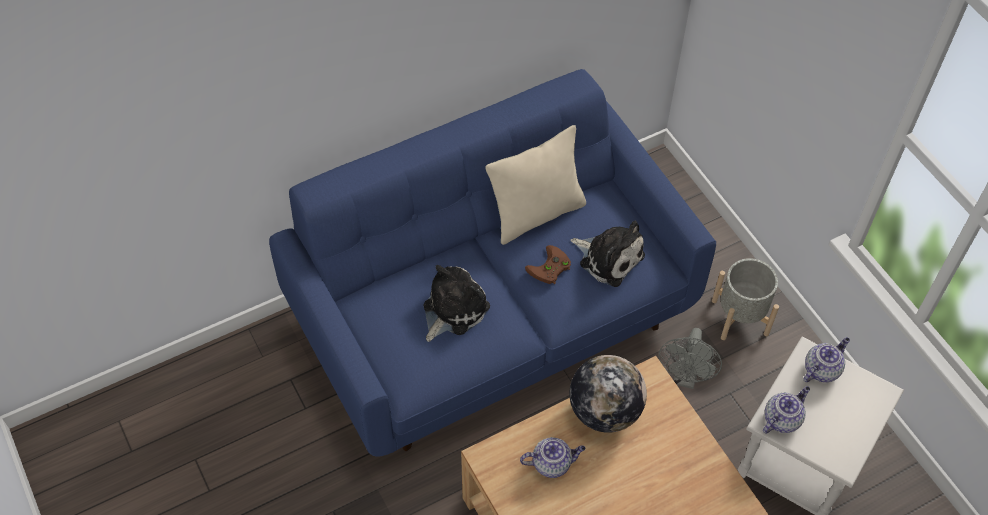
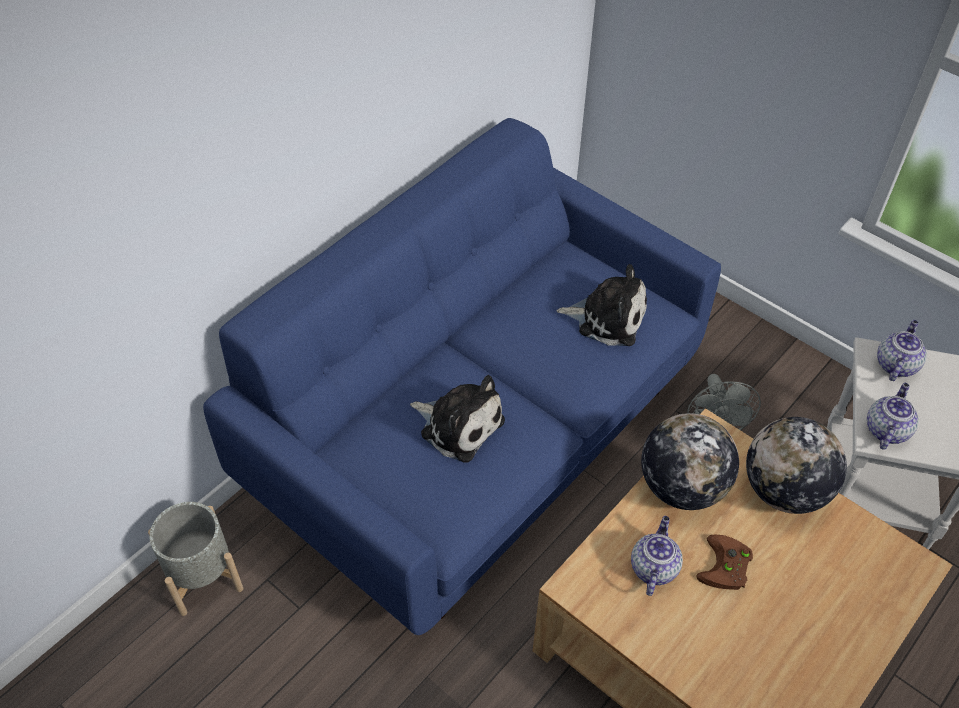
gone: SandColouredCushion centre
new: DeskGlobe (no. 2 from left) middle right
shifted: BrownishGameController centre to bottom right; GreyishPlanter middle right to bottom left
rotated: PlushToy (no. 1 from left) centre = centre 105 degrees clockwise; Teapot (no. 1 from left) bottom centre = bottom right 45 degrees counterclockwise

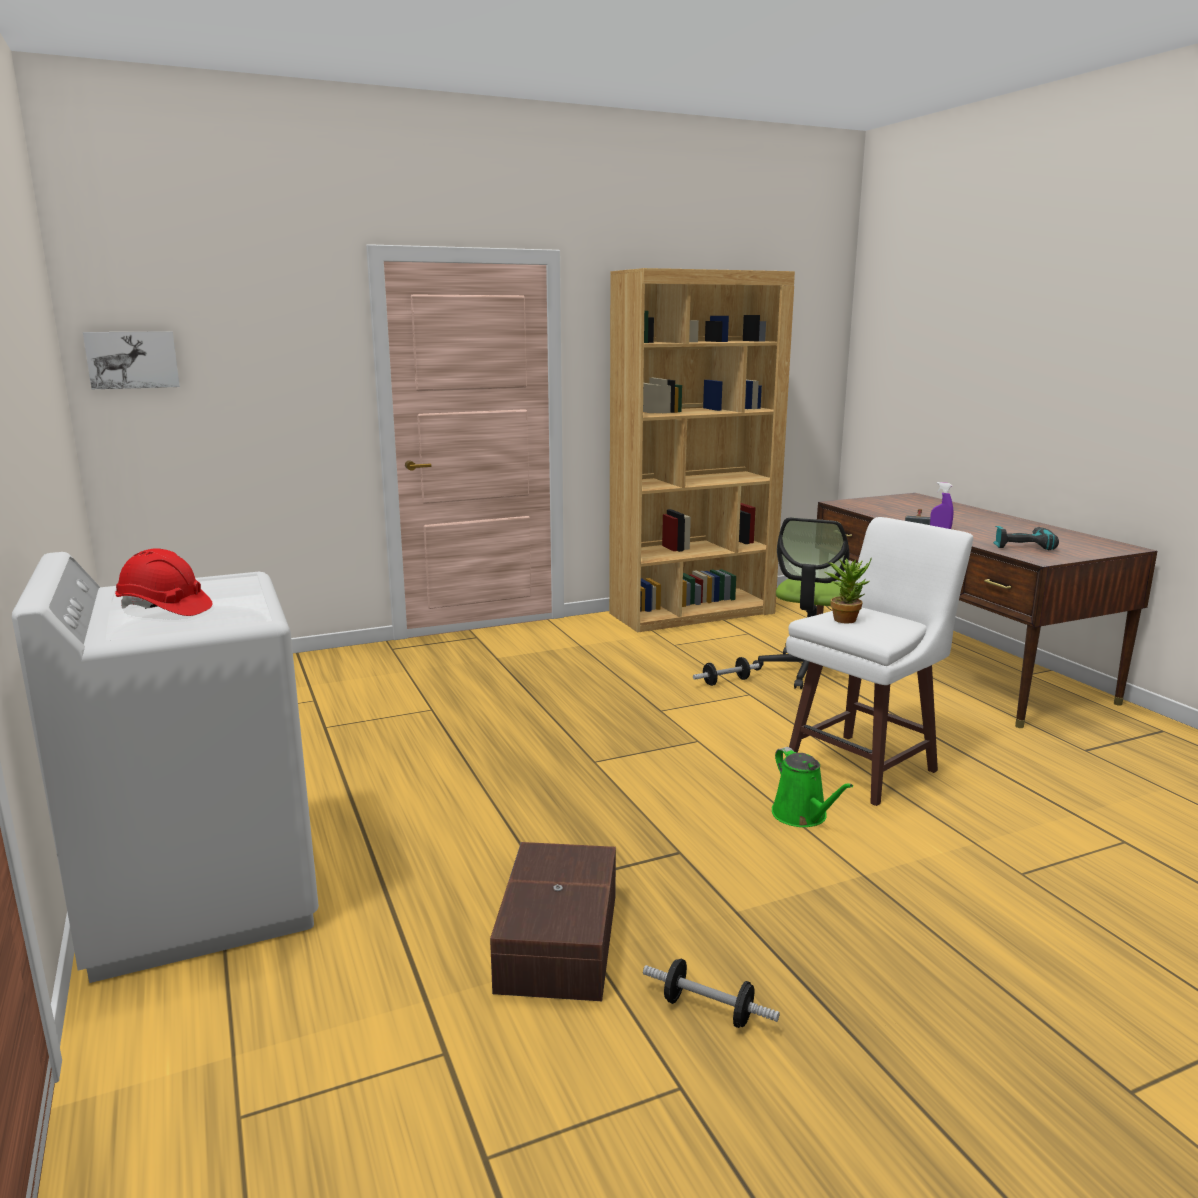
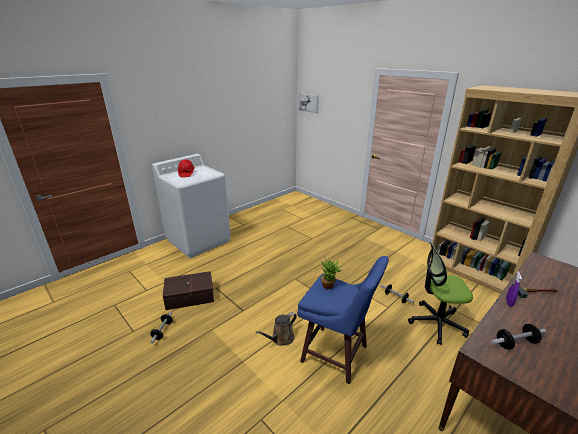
swapped: ElectricDrill middle right to FreeWeight (no. 3 from left) bottom right
repainted: WhitishSittingStool middle right to BlueColouredSittingStool bottom centre; GreenSprinklingCan middle right to BrownishSprinklingCan bottom centre

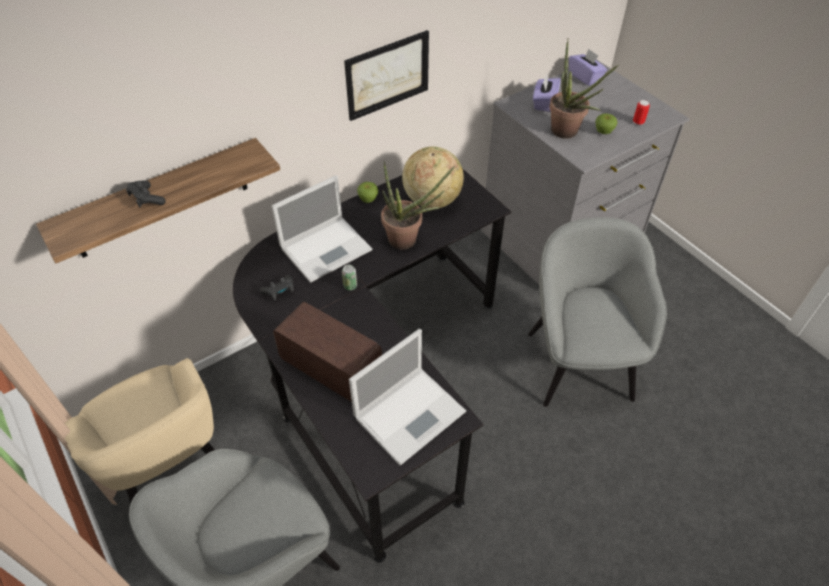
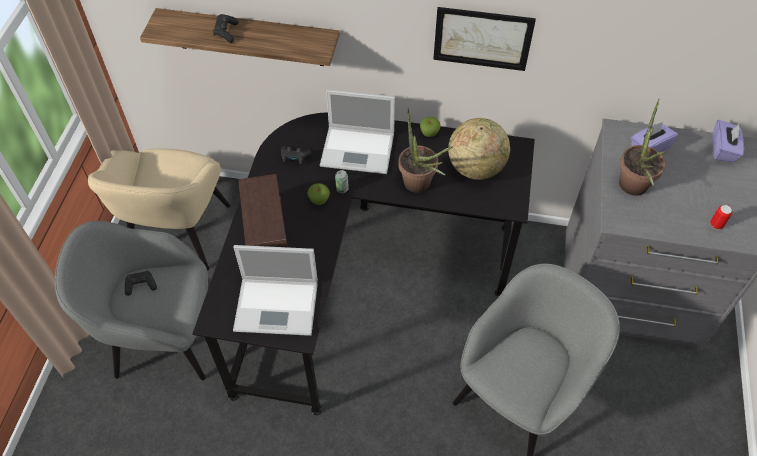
new: BlackishGameController (no. 1 from left) middle left
shifted: Apple (no. 2 from left in the first image) top right to Apple (no. 1 from left) centre

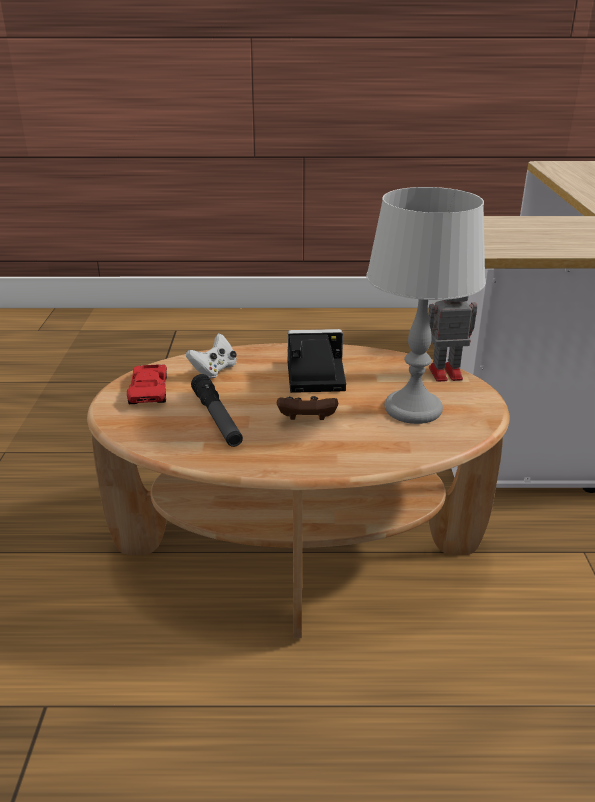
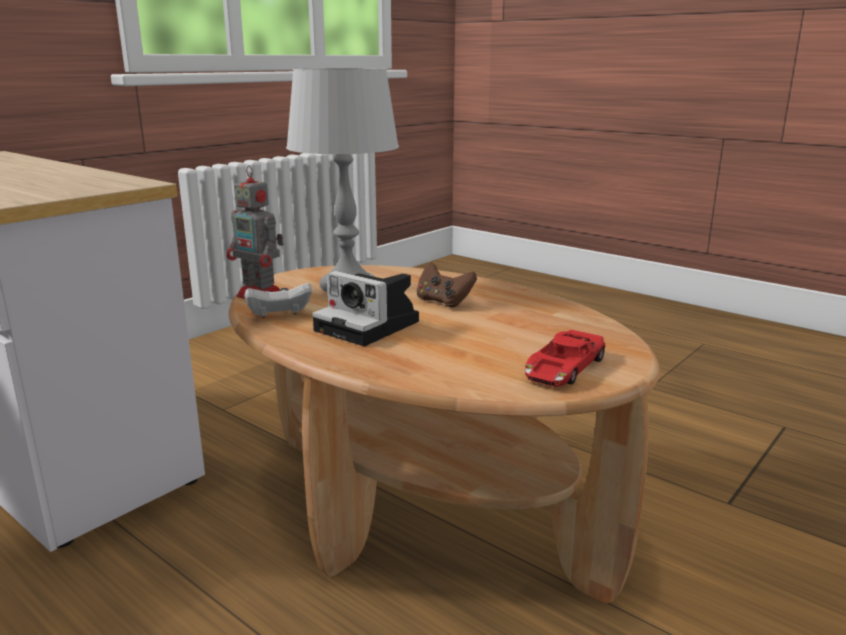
gone: Torch centre
shifted: WhitishGameController centre to middle left

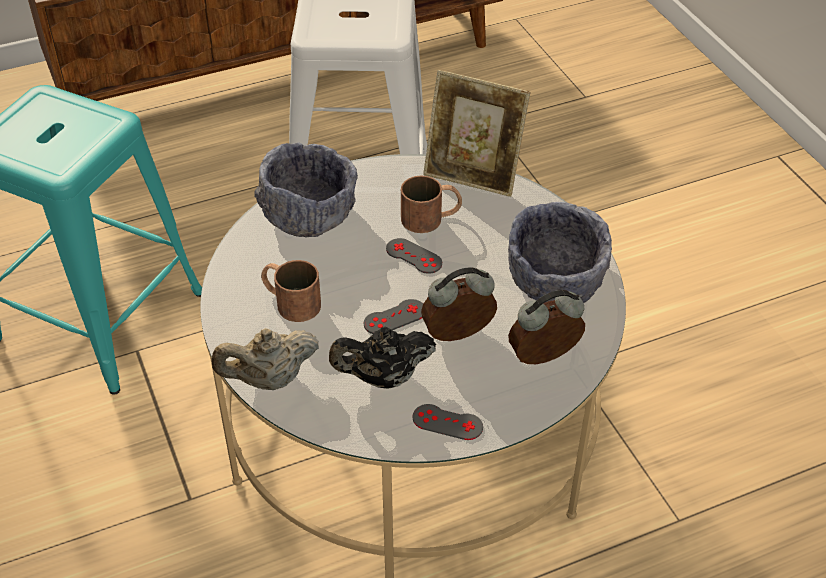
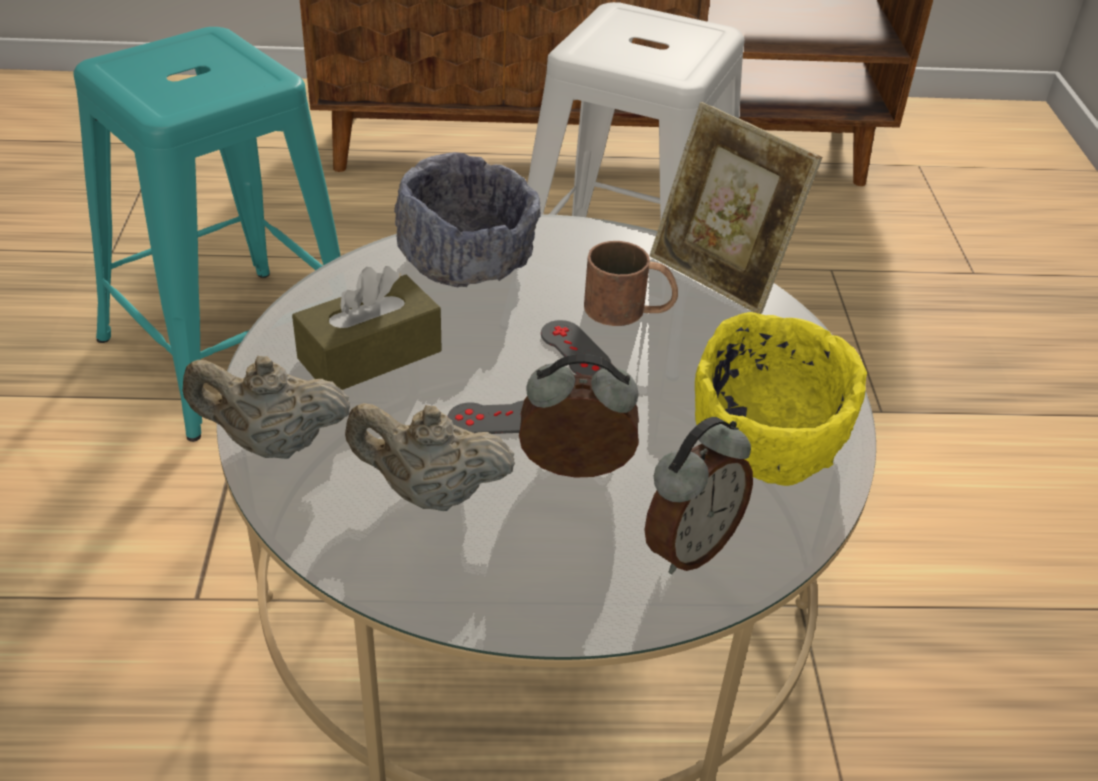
gone: GreyishGameController (no. 3 from left) bottom centre
swapped: BrownishTeaMug (no. 1 from left) centre to BrownishTissueHolder centre
repainted: GreyishBowl (no. 2 from left) middle right to YellowColouredBowl middle right; BlackishTeapot centre to SandColouredTeapot (no. 2 from left) centre
rotated: TableClock (no. 2 from left) centre = centre 135 degrees clockwise

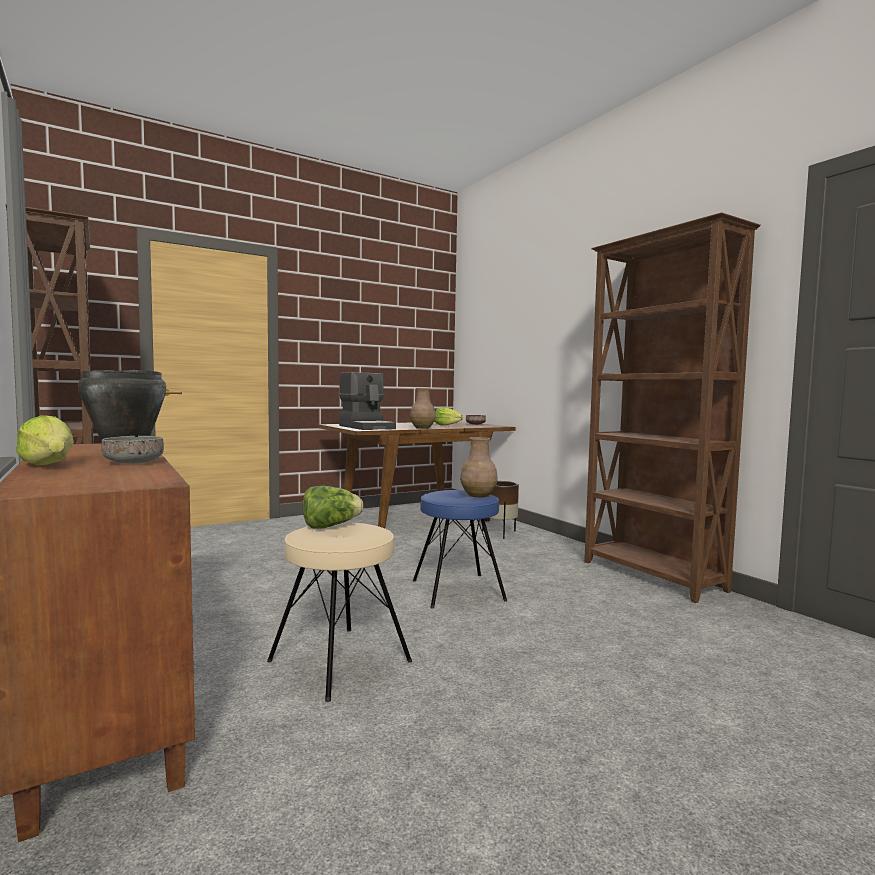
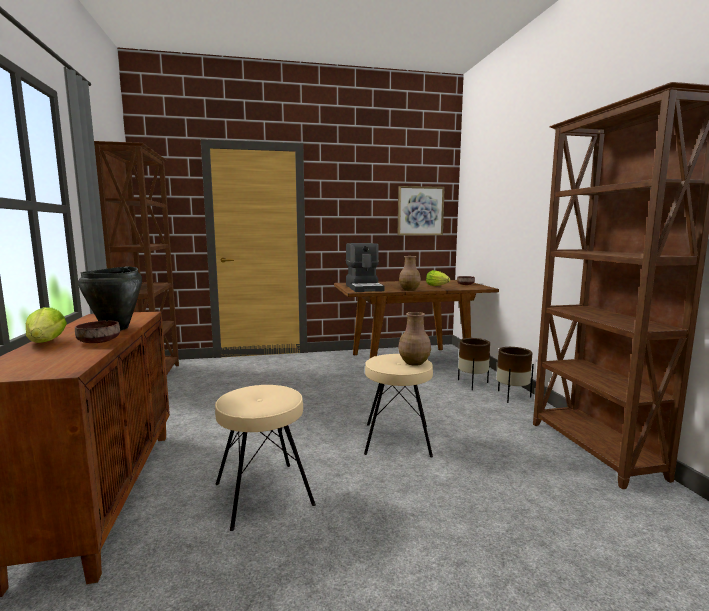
gone: LettuceHead (no. 2 from left) centre
new: WallPicture centre; BrownishPlanter (no. 2 from left) middle right
repainted: GreyishBowl middle left to BrownishBowl (no. 1 from left) middle left; BlueColouredSittingStool centre to SandColouredSittingStool (no. 2 from left) centre

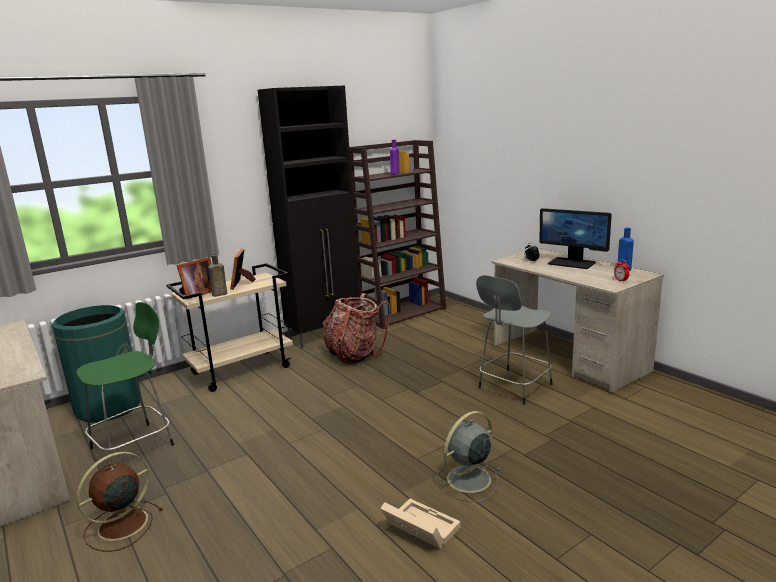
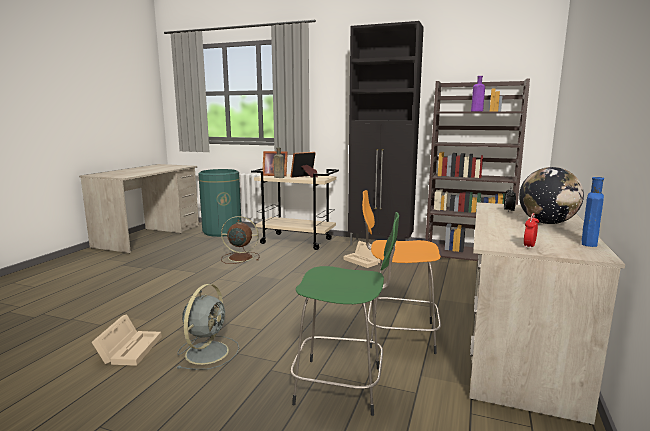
shifted: GreenSittingStool middle left to bottom centre; BrownishFan bottom left to centre
swapped: ComputerDisplay middle right to DeskGlobe middle right; Backpack centre to SandColouredStorageBin (no. 2 from left) centre
repainted: GreyishSittingStool centre to OrangeySittingStool centre
rotated: GreyishFan bottom centre = bottom left 90 degrees clockwise

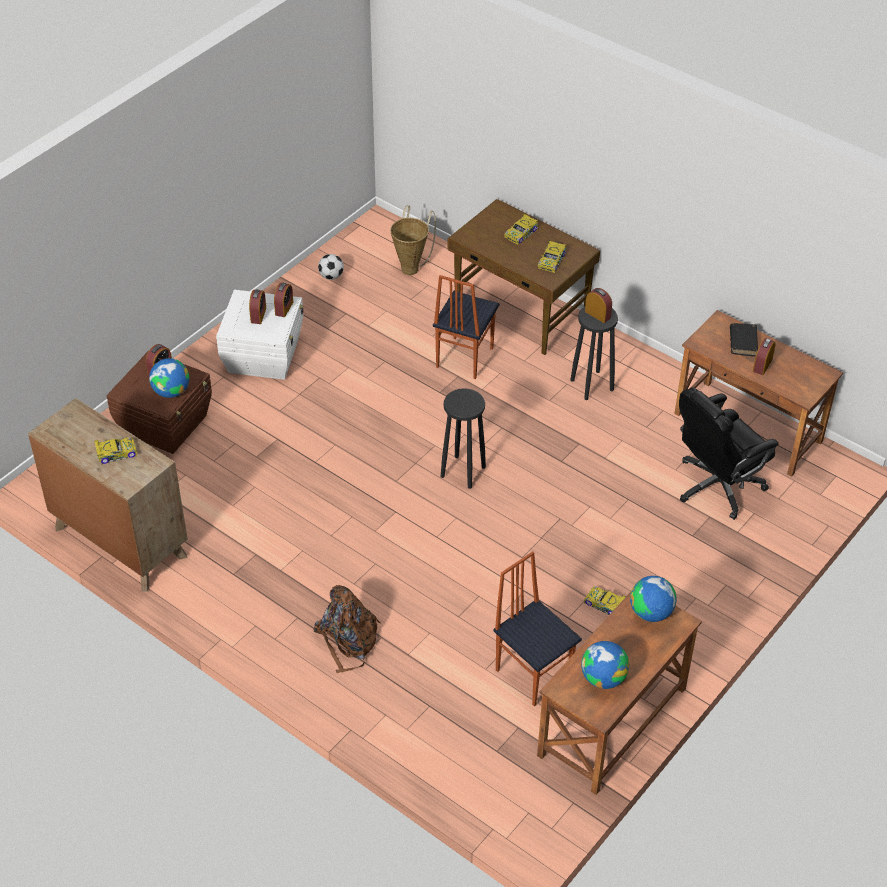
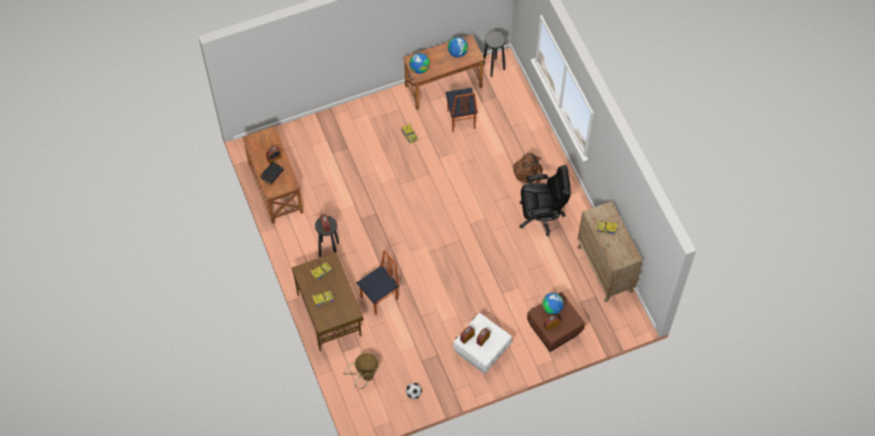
shifted: BlackishDeskChair middle right to centre; BlackishSittingStool (no. 1 from left in the first image) centre to BlackishSittingStool (no. 2 from left) top centre

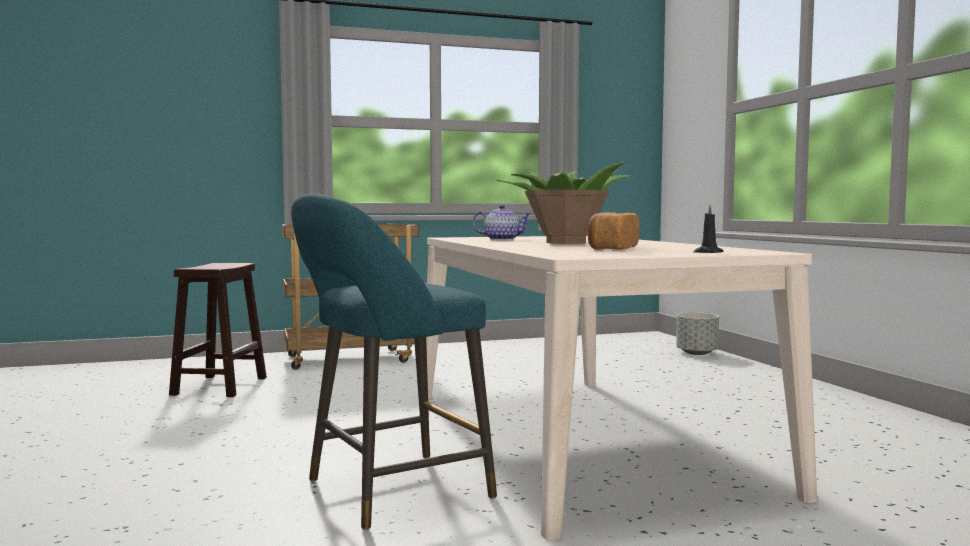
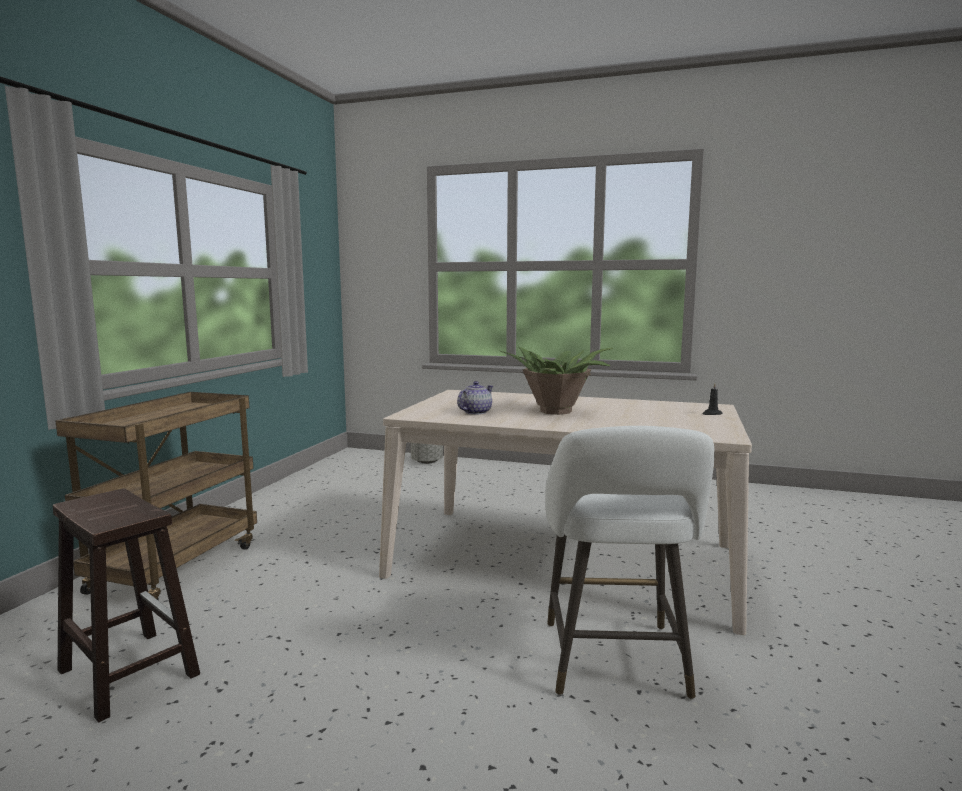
gone: BakedBread centre
repainted: BlueGreenSittingStool centre to WhitishSittingStool bottom centre

